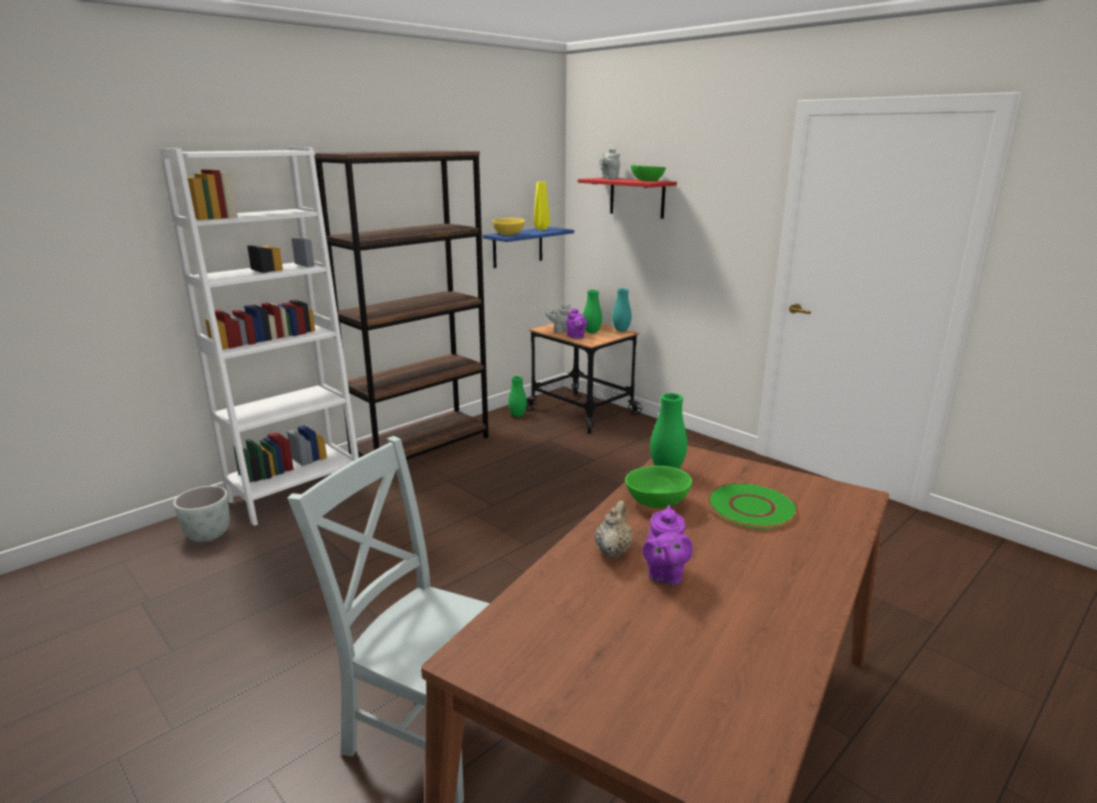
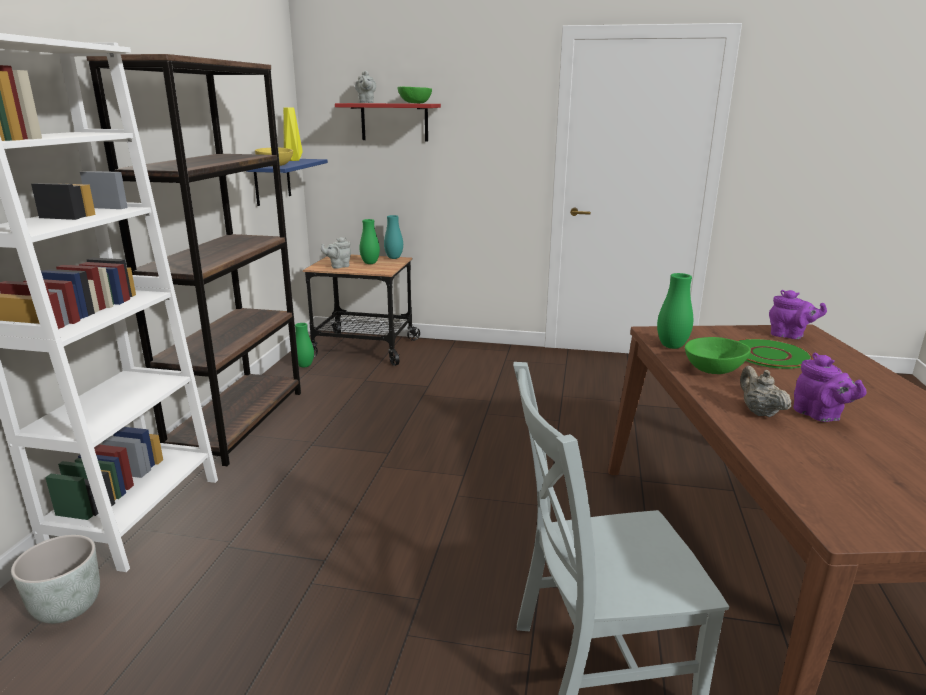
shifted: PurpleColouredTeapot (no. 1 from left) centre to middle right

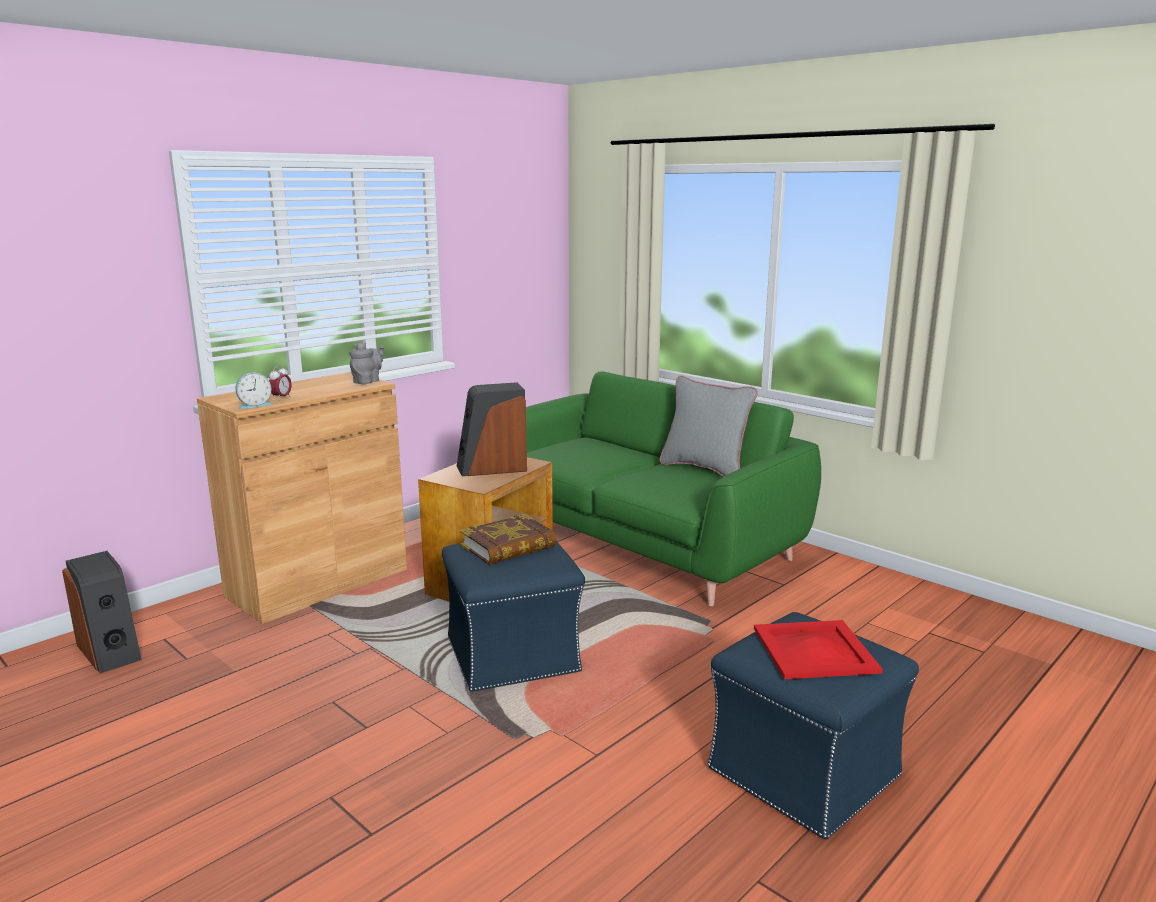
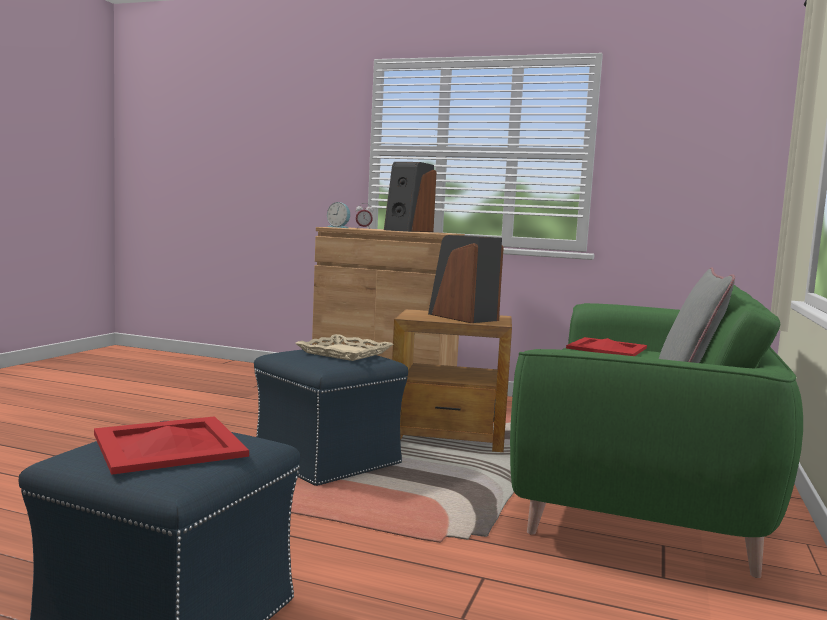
gone: GreyishTeapot middle left
new: ReddishTray (no. 2 from left) middle right
shifted: Speaker (no. 1 from left) bottom left to top centre
swapped: Book centre to SandColouredTray centre

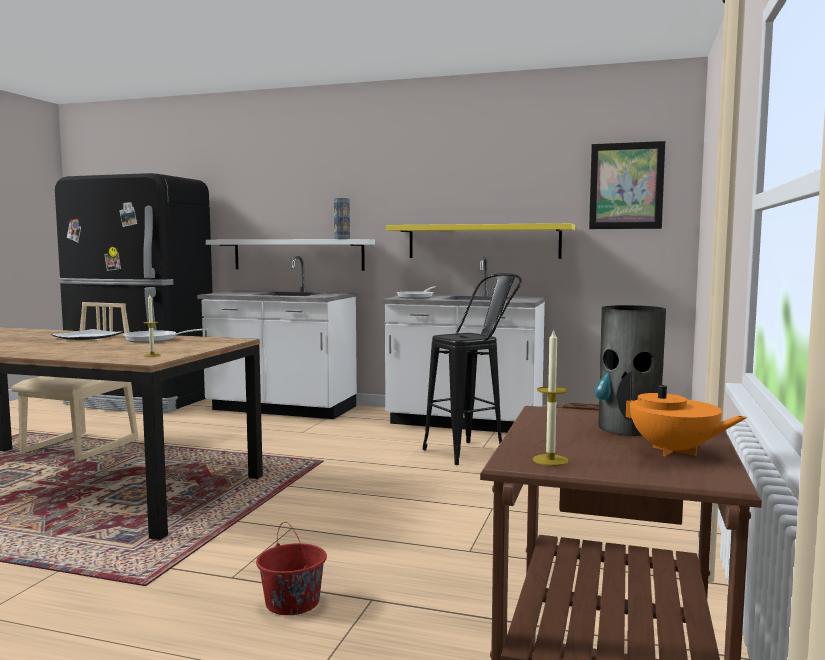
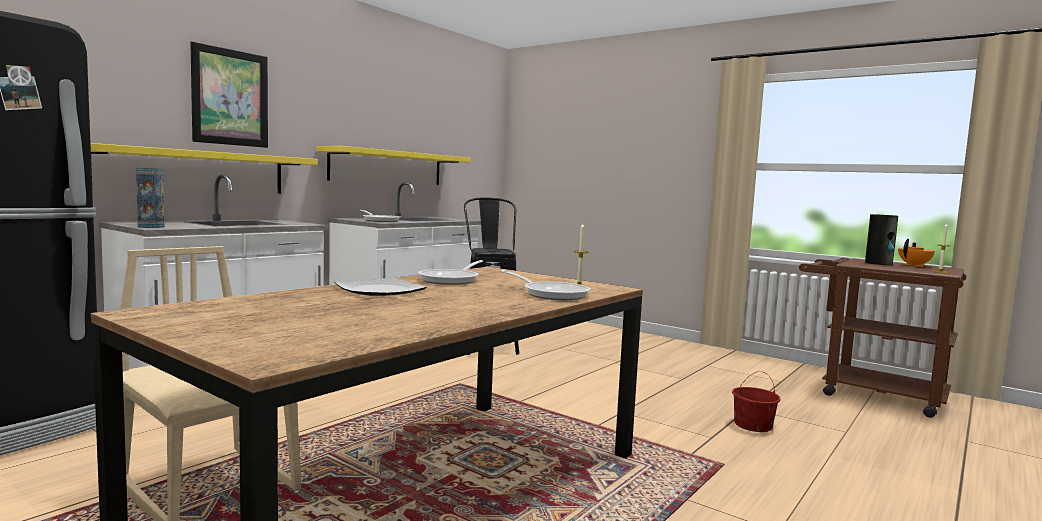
new: FryingPan (no. 3 from left) centre
shifted: WallPicture top right to top left; DecorativeVase (no. 1 from left) top centre to middle left
repainted: WhitishShelf centre to YellowColouredShelf (no. 1 from left) top left

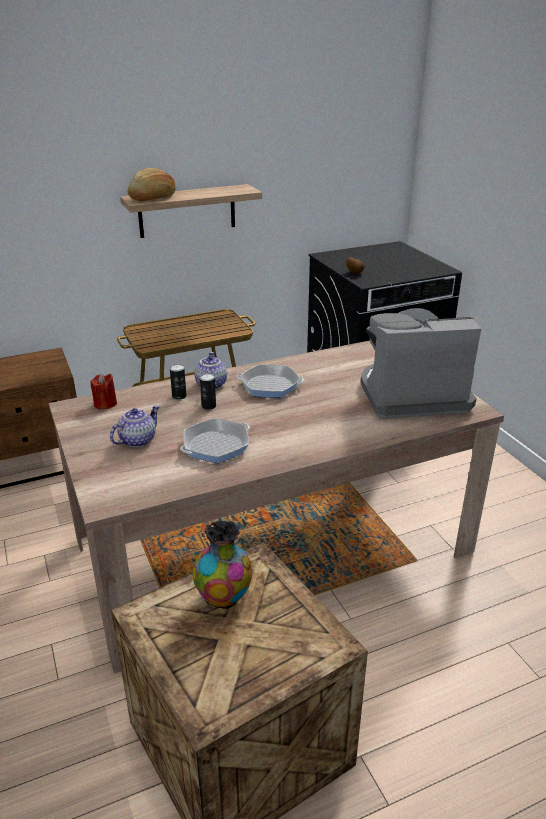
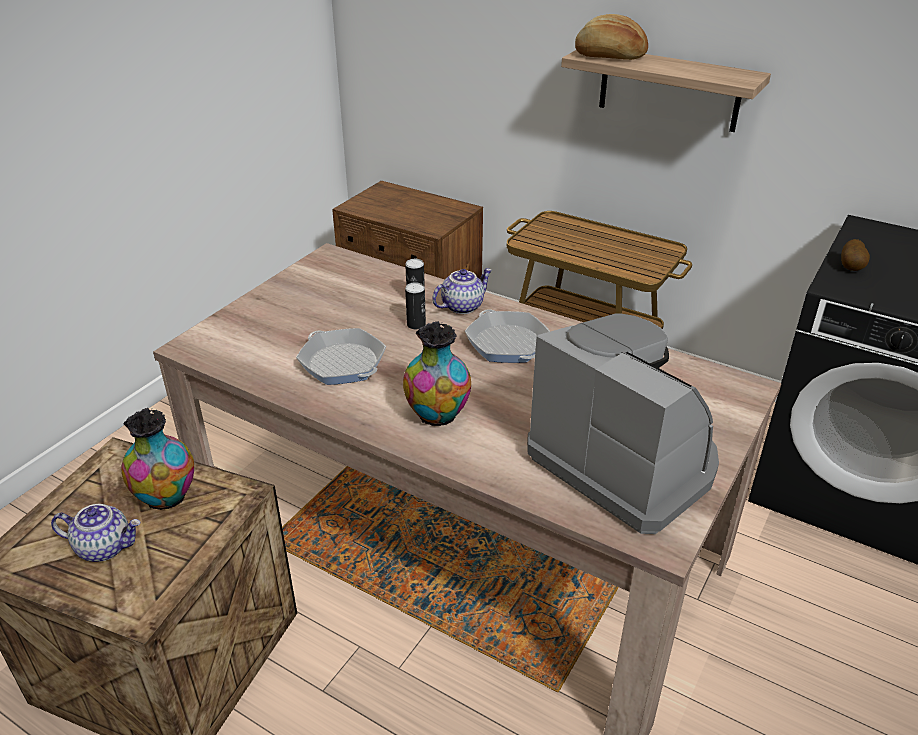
gone: ReddishCandle middle left
new: DecorativeVase (no. 2 from left) centre
shifted: Teapot (no. 1 from left) middle left to bottom left
rotated: FryingPan (no. 1 from left) centre = centre 150 degrees counterclockwise

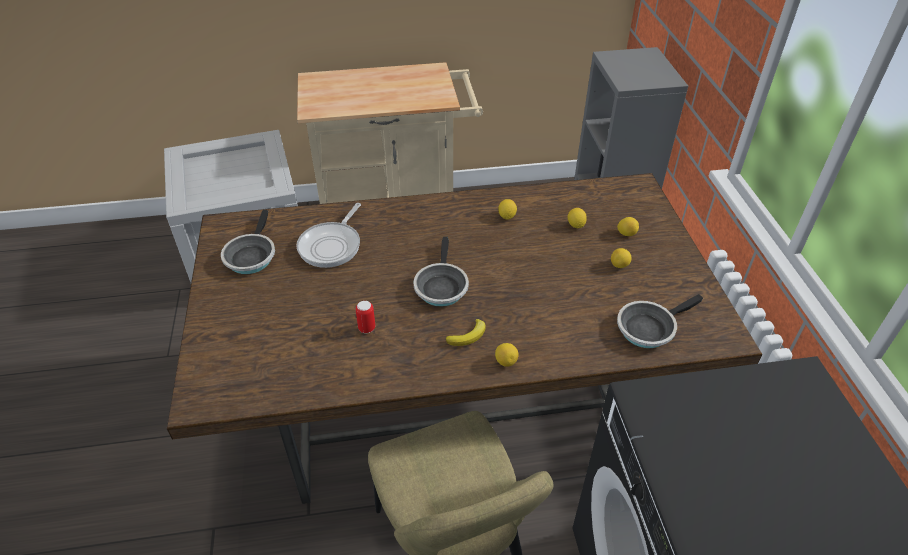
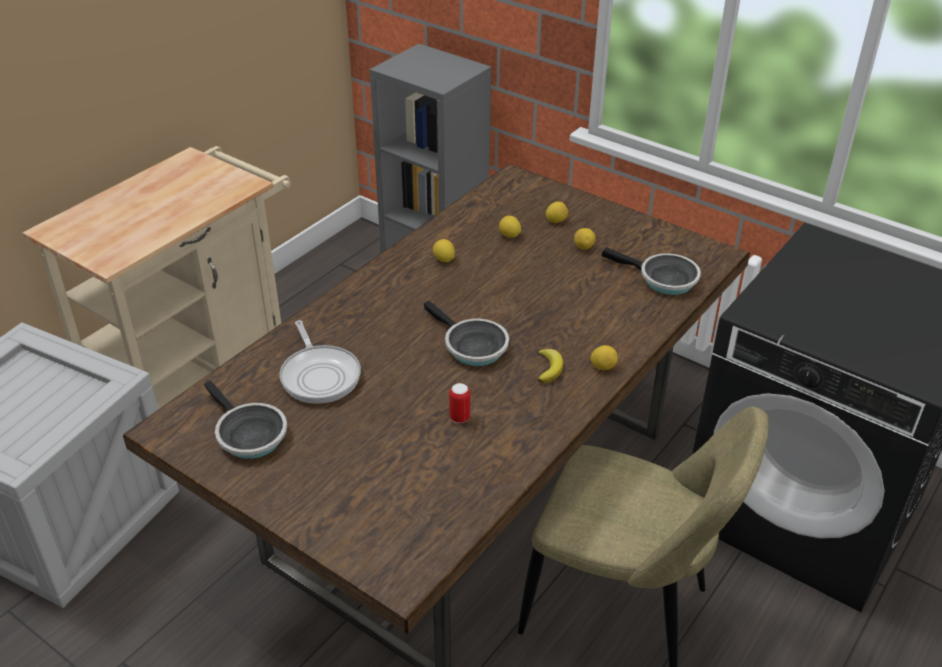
rotated: FryingPan (no. 4 from left) middle right = middle right 75 degrees counterclockwise

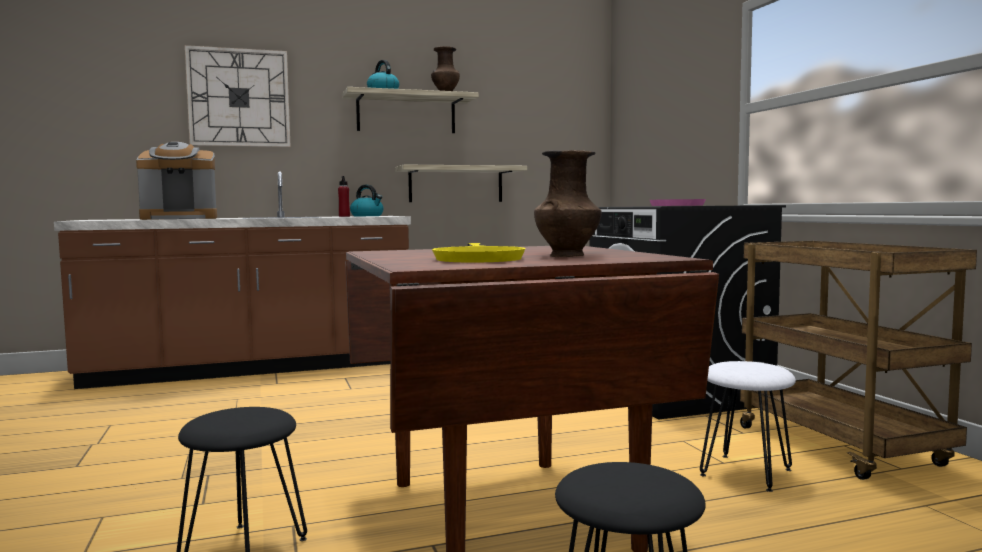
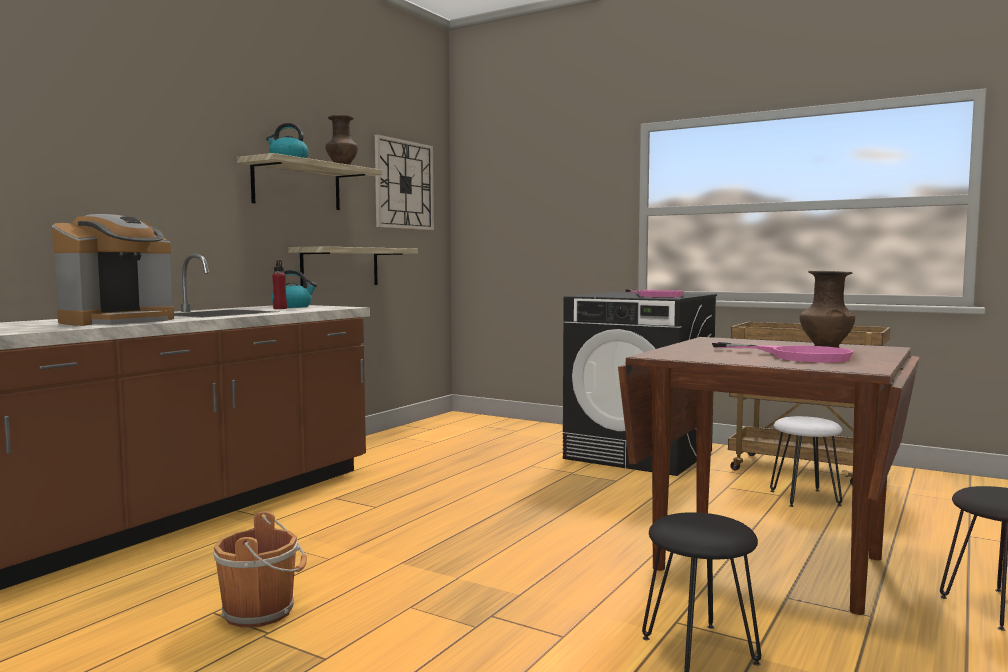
new: BrownishWaterBucket bottom left
shifted: HangingClock top left to top centre
repainted: YellowColouredFryingPan centre to PinkFryingPan (no. 2 from left) middle right

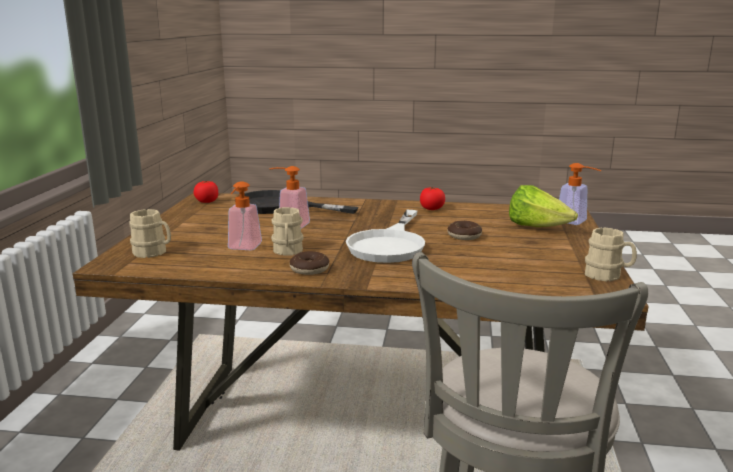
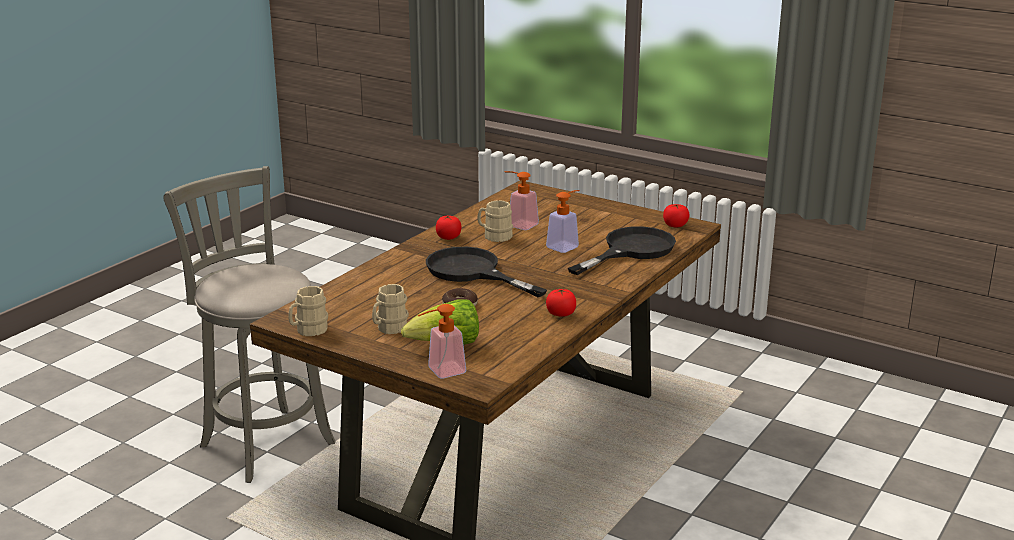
shifted: SandColouredTeaMug (no. 1 from left in the first image) middle left to SandColouredTeaMug (no. 2 from left) centre
swapped: Donut (no. 1 from left) centre to FreshTomato (no. 1 from left) centre
repainted: WhitishFryingPan centre to BlackishFryingPan (no. 1 from left) centre

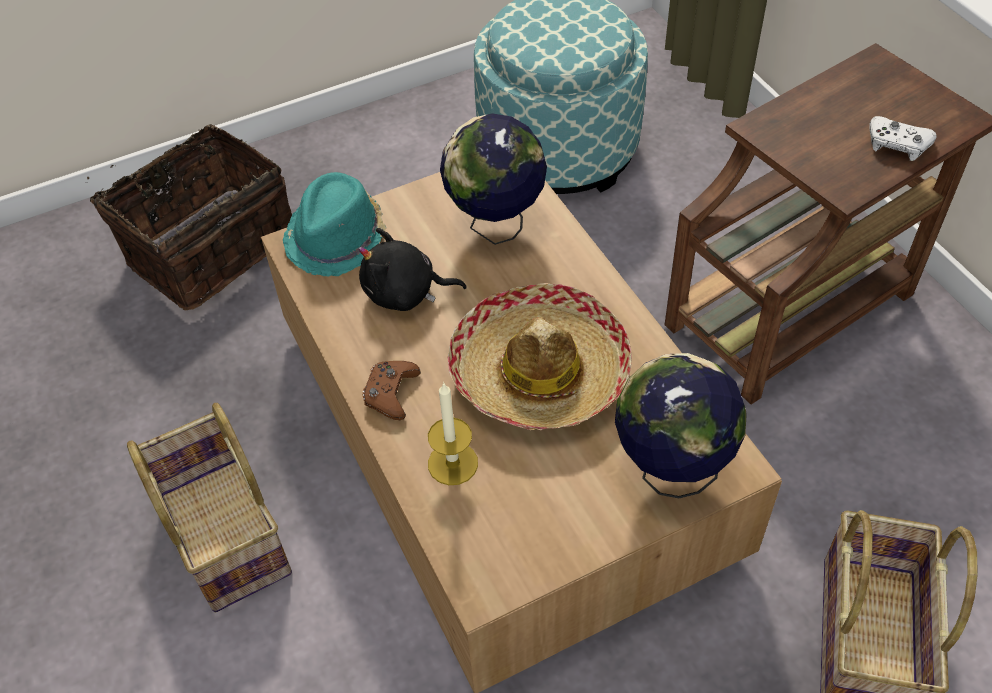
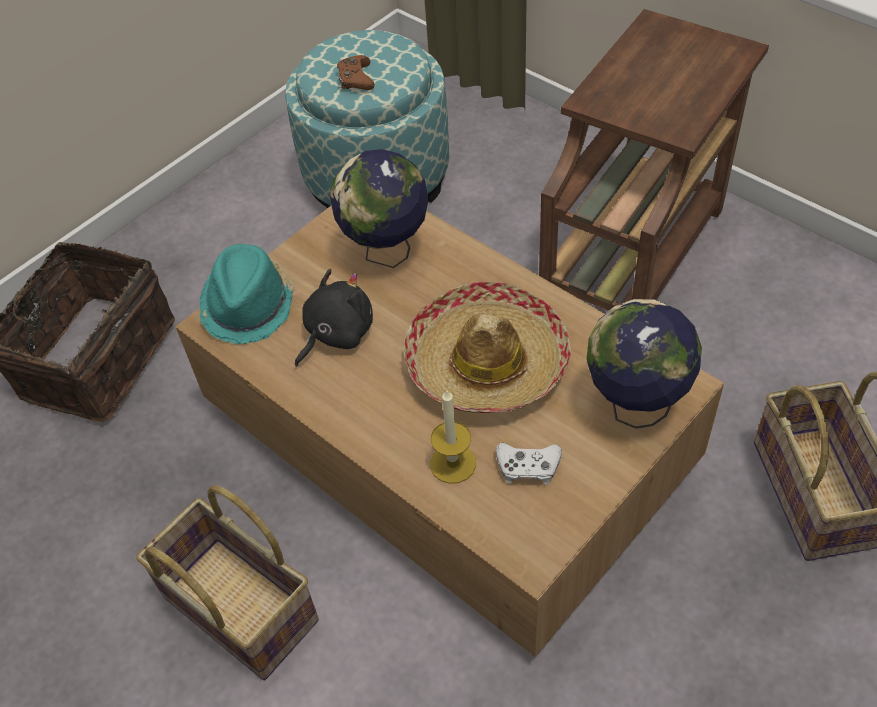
shifted: WhitishGameController top right to centre; BrownishGameController centre to top centre
rotated: BlackishPlushToy centre = centre 150 degrees clockwise

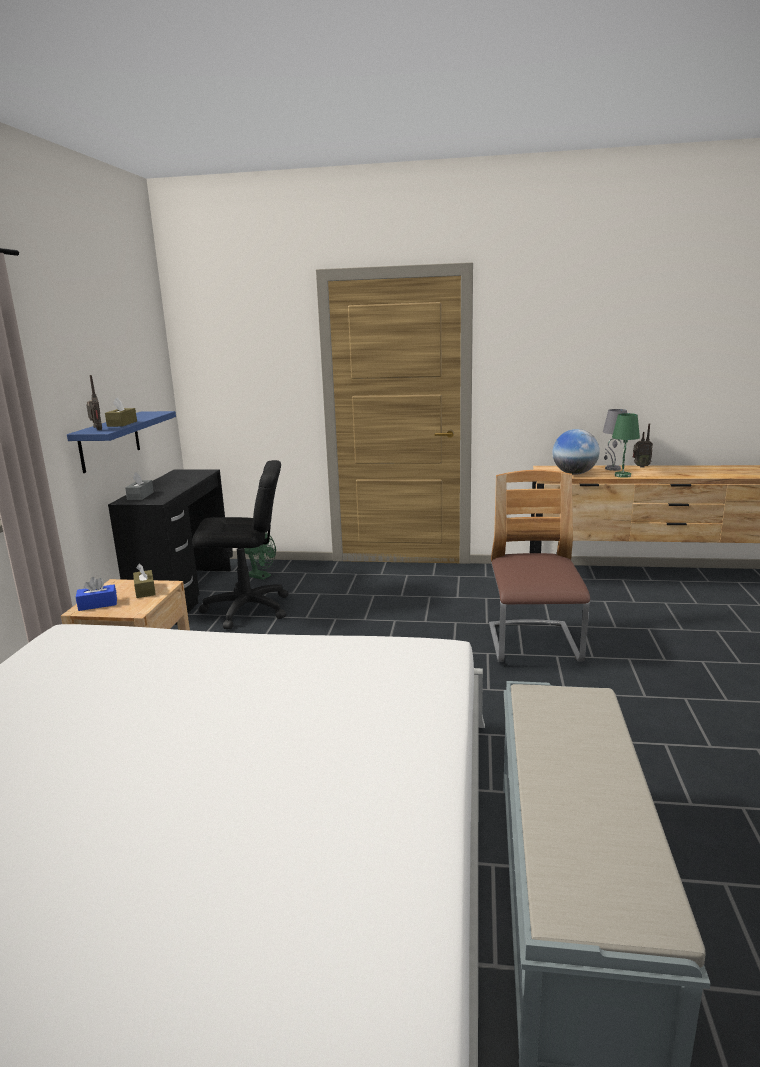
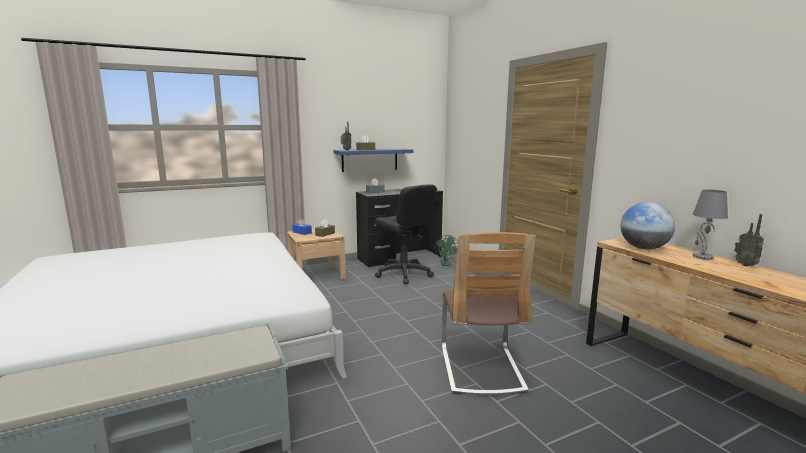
gone: GreenTableLamp middle right
rotated: Chair middle right = bottom centre 120 degrees clockwise

